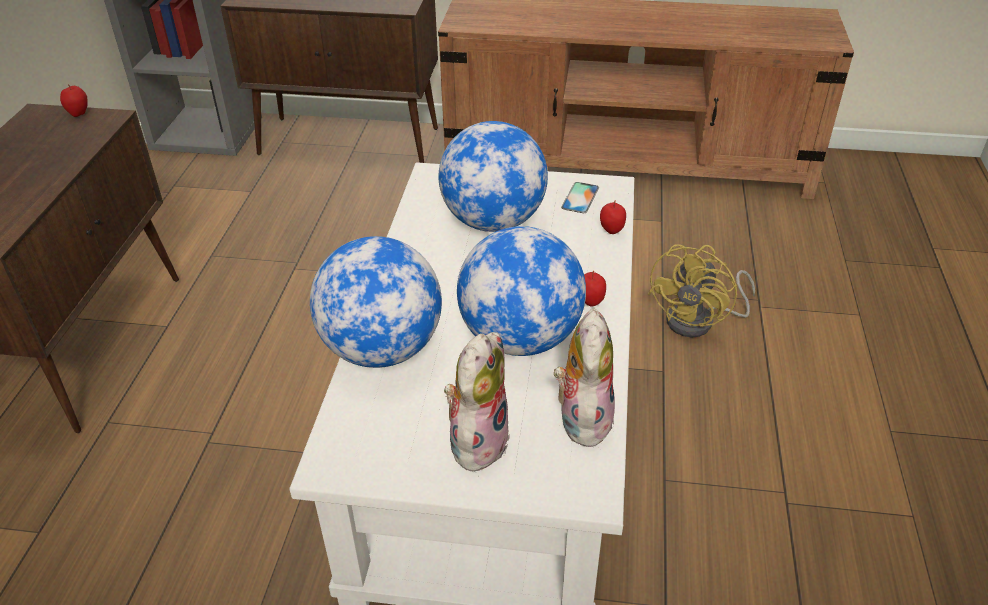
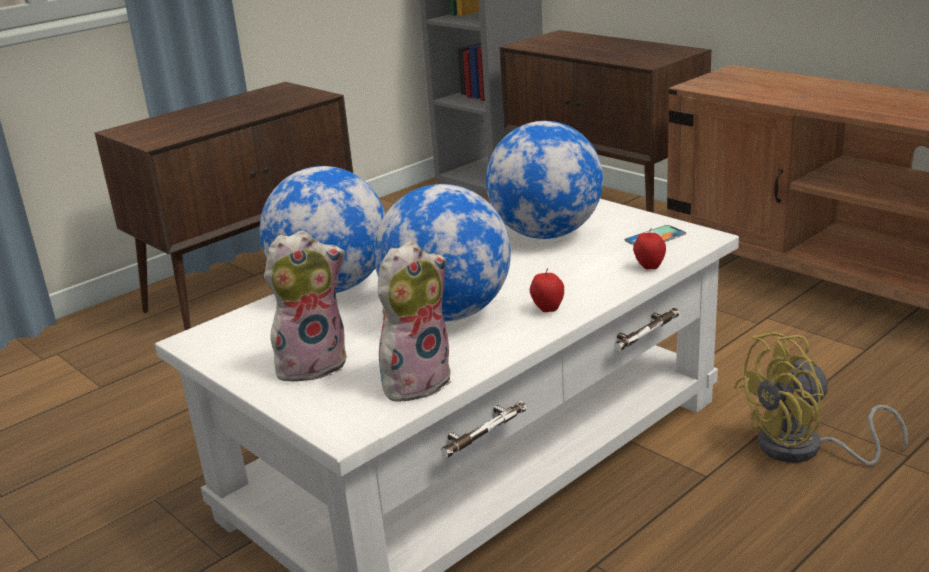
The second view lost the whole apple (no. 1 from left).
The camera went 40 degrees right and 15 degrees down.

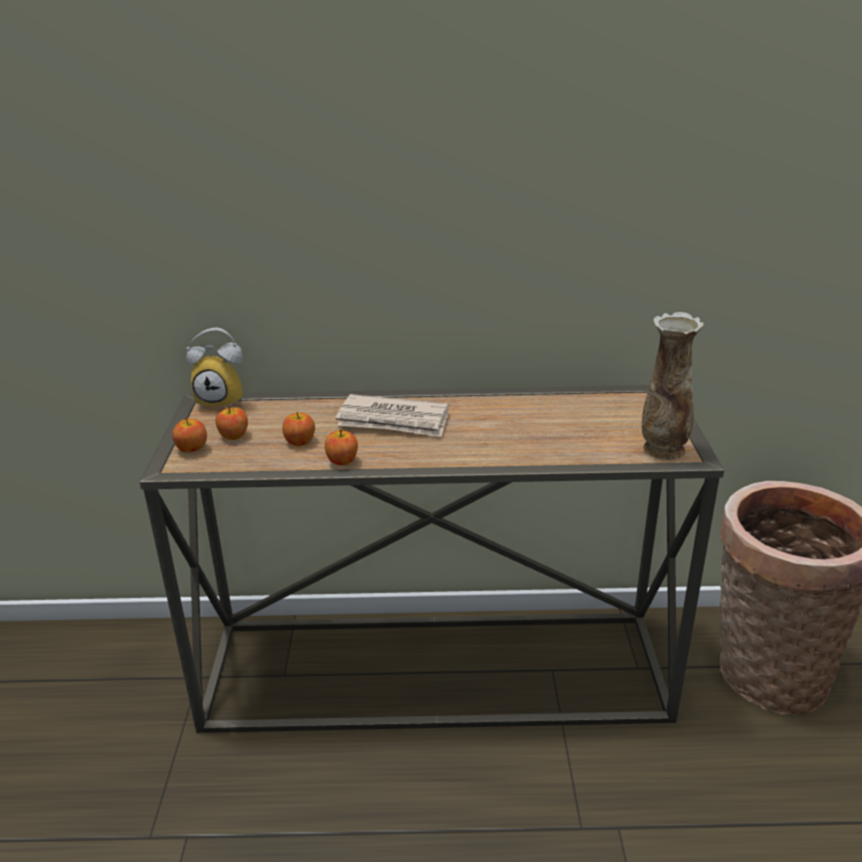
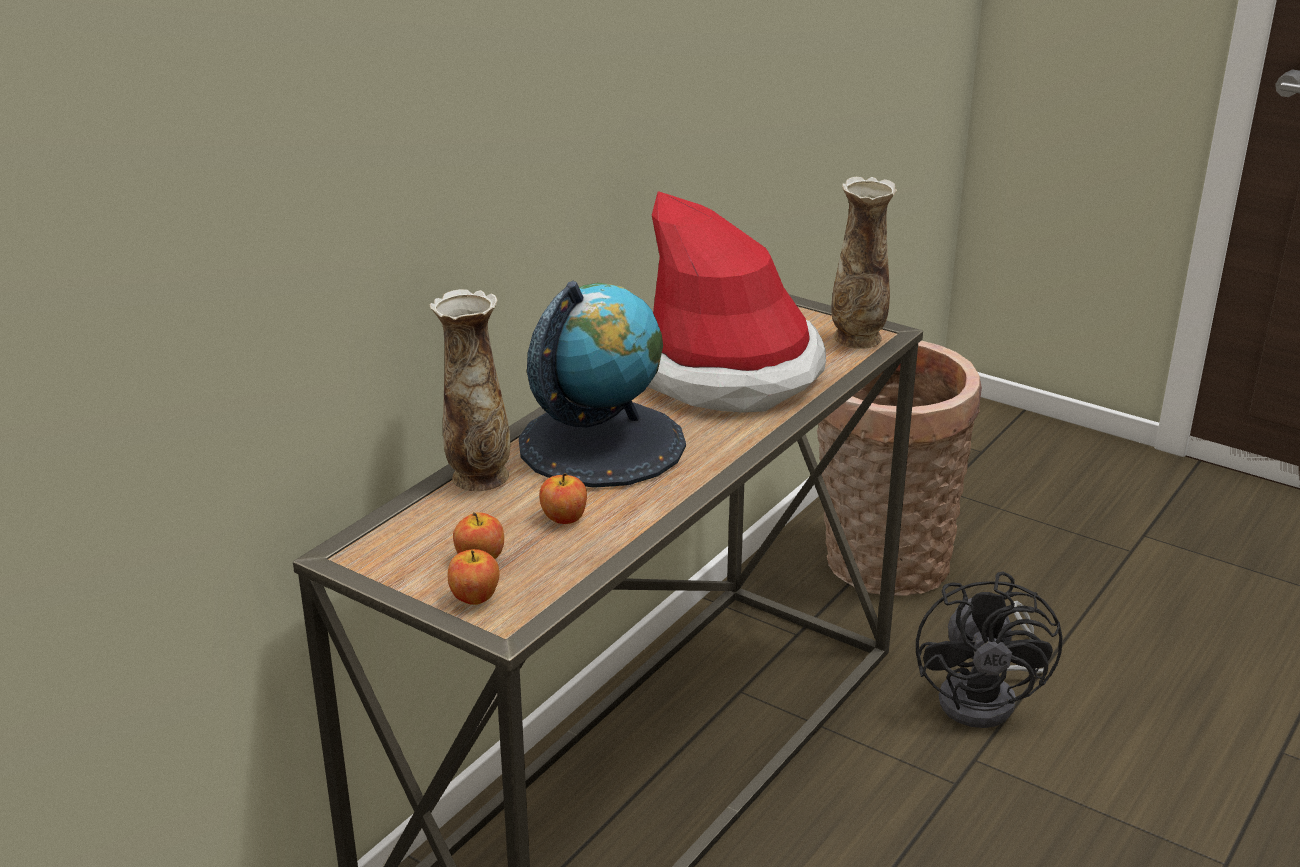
The second view lost the table clock.
Where the printed paper stood, the world globe came to stand.
The second view lost the whole apple (no. 4 from left).
The second view gained the hat.
The second view gained the decorative vase (no. 1 from left).
The second view gained the electric fan in black.
The camera went 55 degrees left and 0 degrees up.

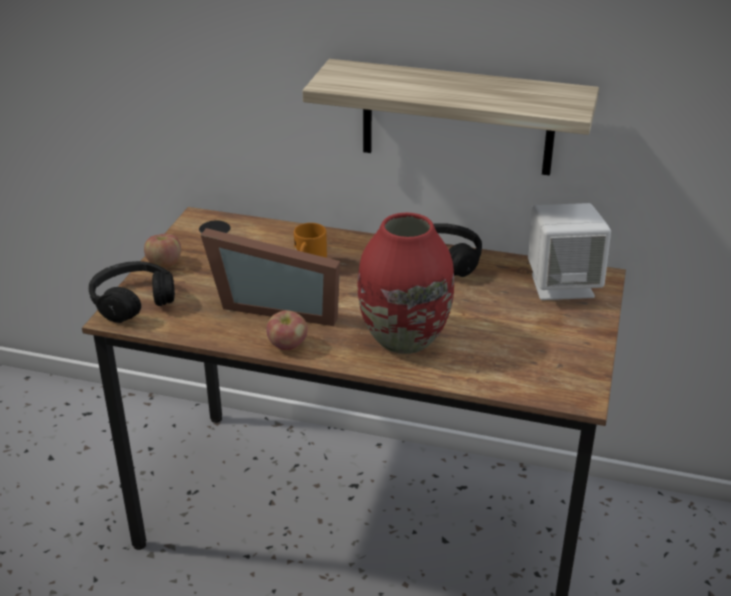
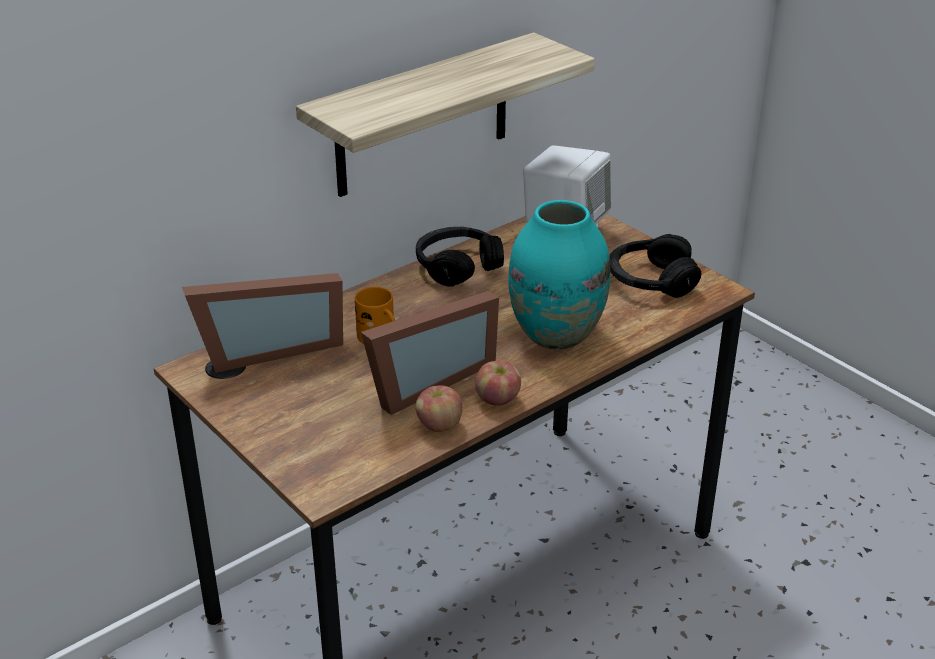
What was the decorative vase in red-coloured turned into the decorative vase in turquoise-coloured.
The whole apple (no. 1 from left) ended up elsewhere.
The headphones in black (no. 1 from left in the first image) ended up elsewhere.
The second view gained the standing frame (no. 1 from left).
The camera went 55 degrees left and 0 degrees up.

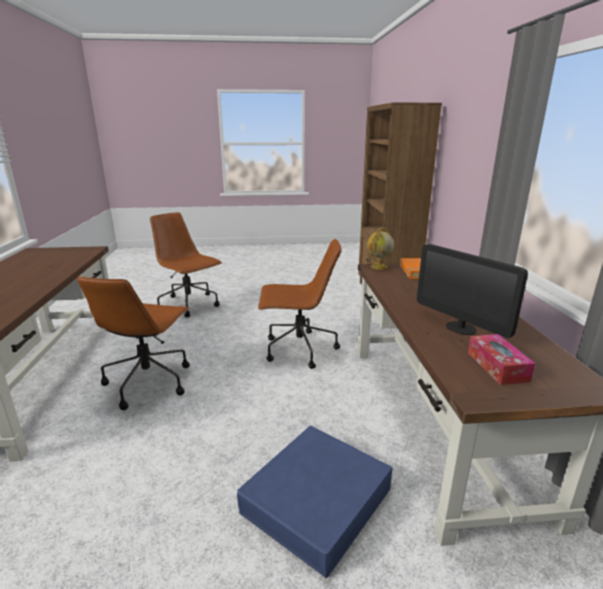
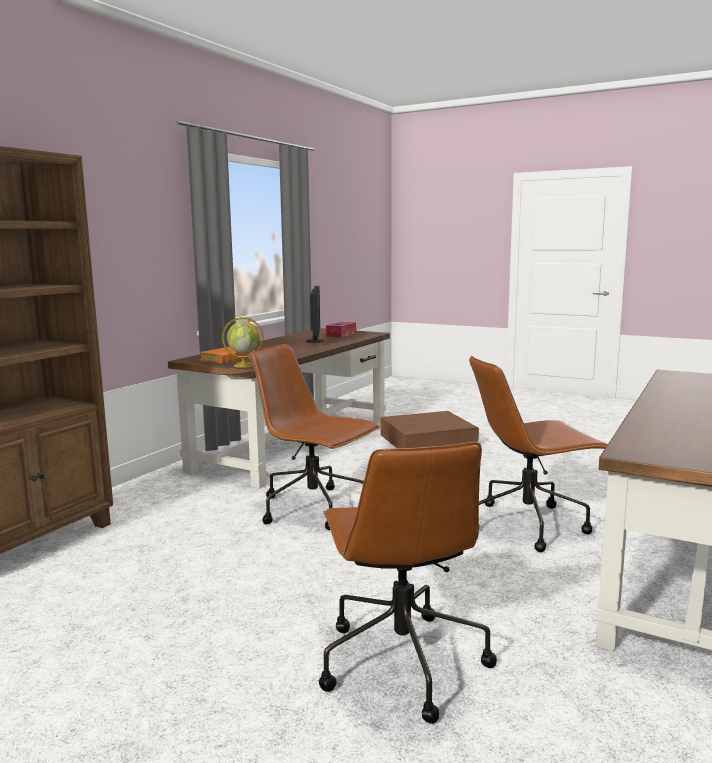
The computer chair in brown (no. 1 from left in the first image) ended up facing another way, 150 degrees counterclockwise from before.
What was the storage bin in blue-coloured turned into the storage bin in brown.
The camera went 145 degrees left and 10 degrees down.

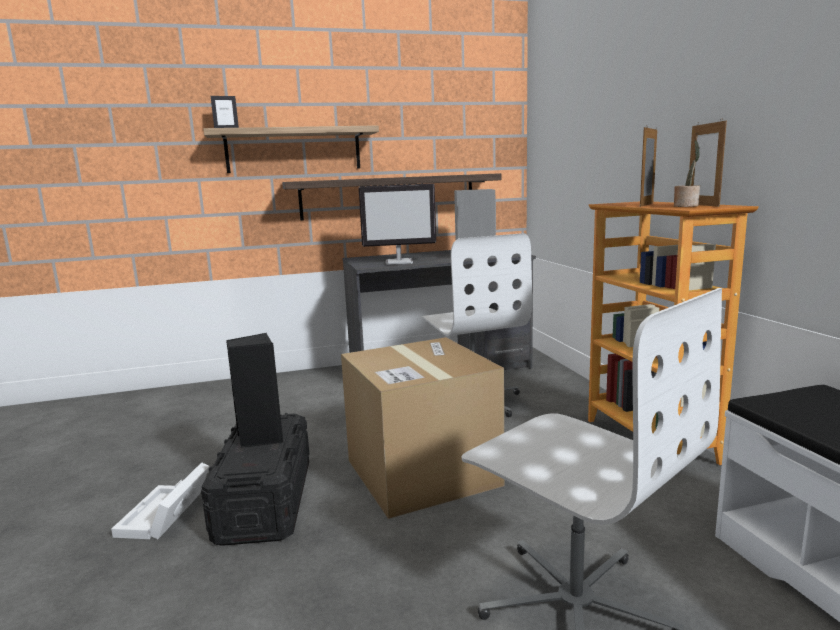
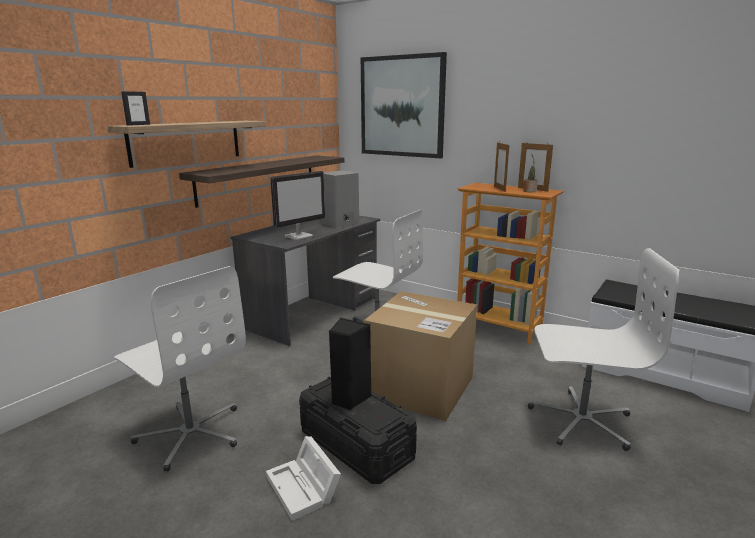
The second view gained the wall picture.
The second view gained the computer chair in white-coloured (no. 1 from left).
The camera went 40 degrees left and 5 degrees up.

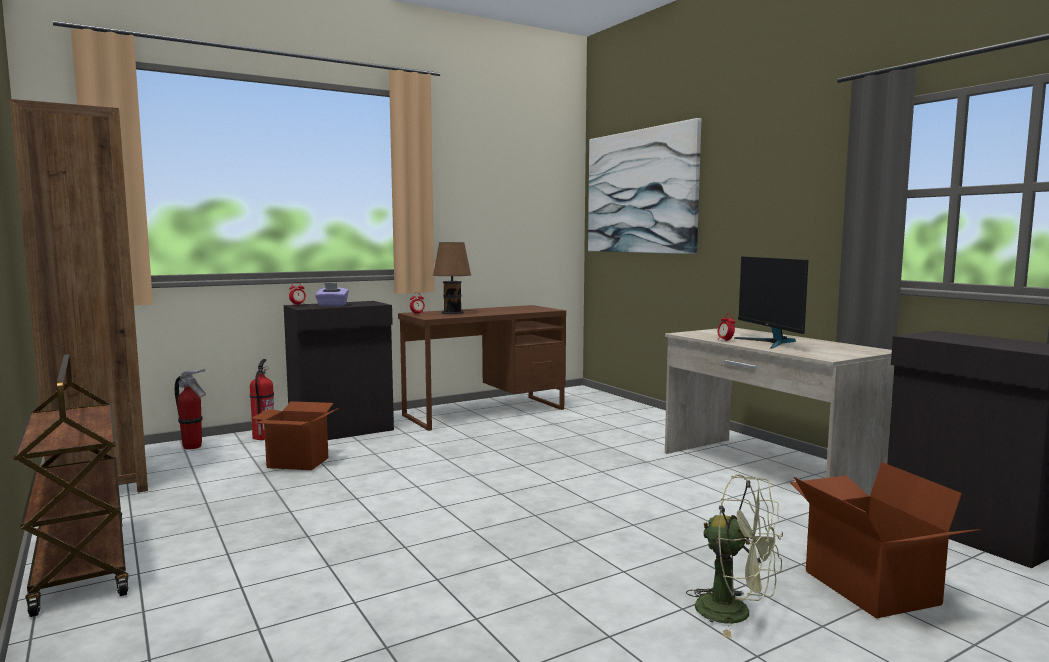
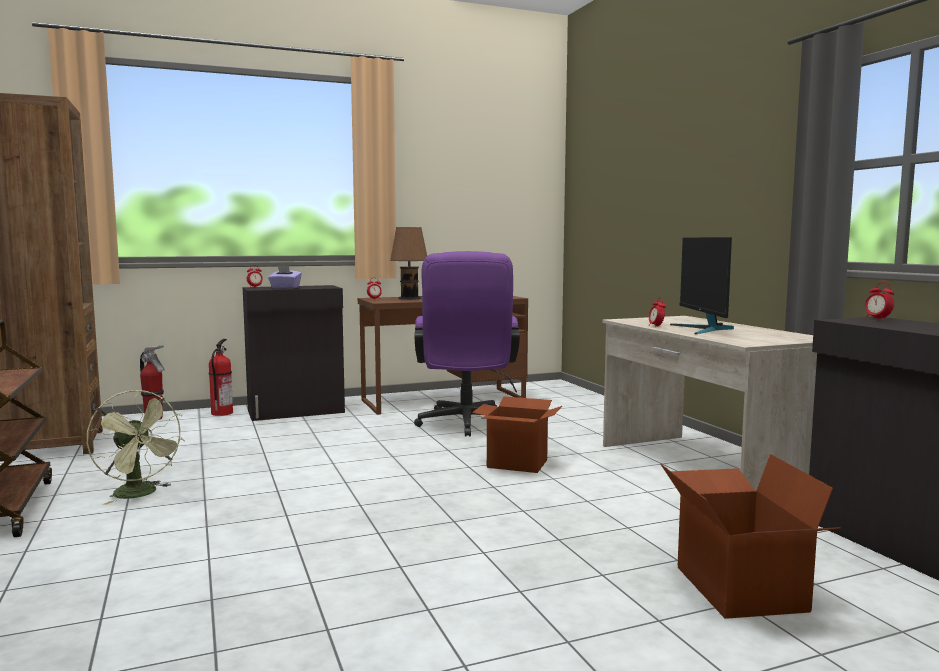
The second view lost the wall picture.
The cardboard box (no. 1 from left) ended up elsewhere.
The electric fan in green-coloured ended up elsewhere.
The second view gained the computer chair in purple-coloured.
The second view gained the table clock (no. 4 from left).
The camera went 10 degrees right and 0 degrees up.

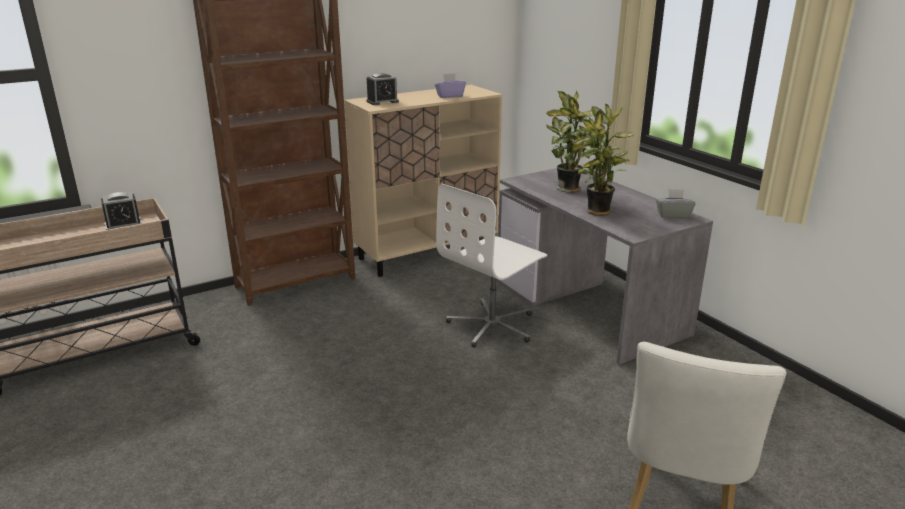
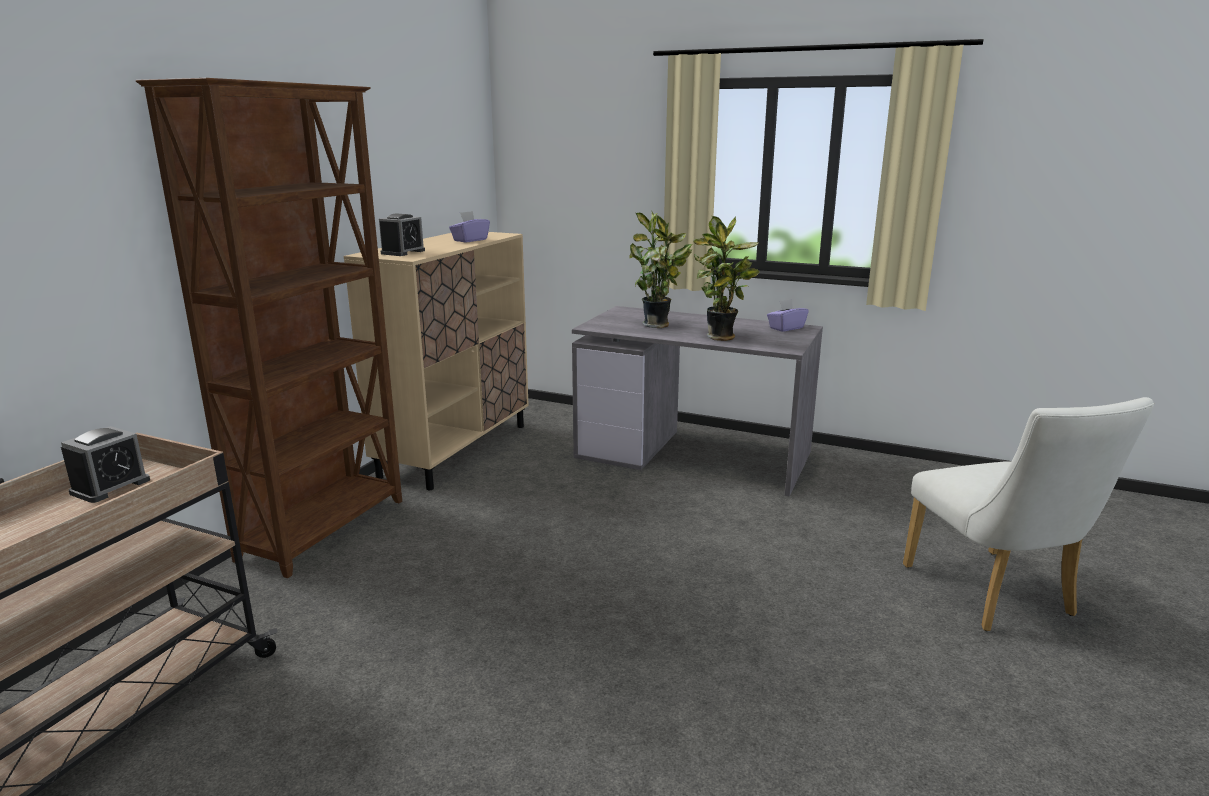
The second view lost the computer chair in white-coloured.
What was the box of tissues in grey turned into the box of tissues in purple-coloured (no. 2 from left).
The camera went 35 degrees left and 5 degrees down.

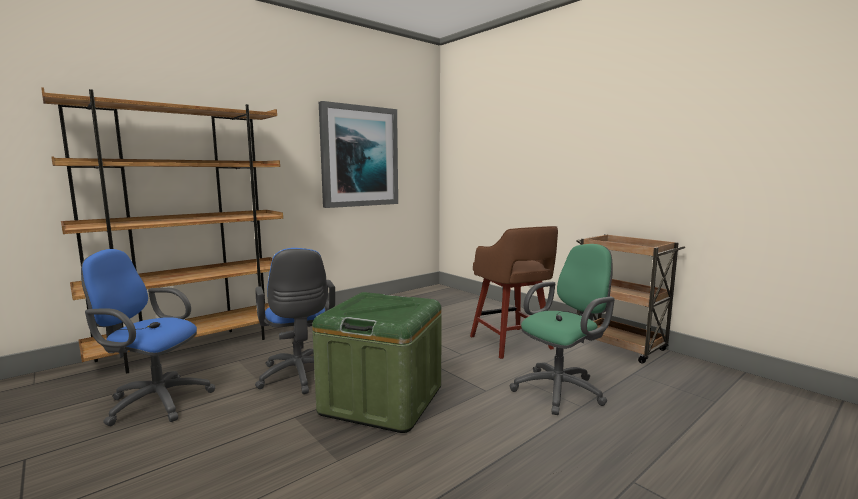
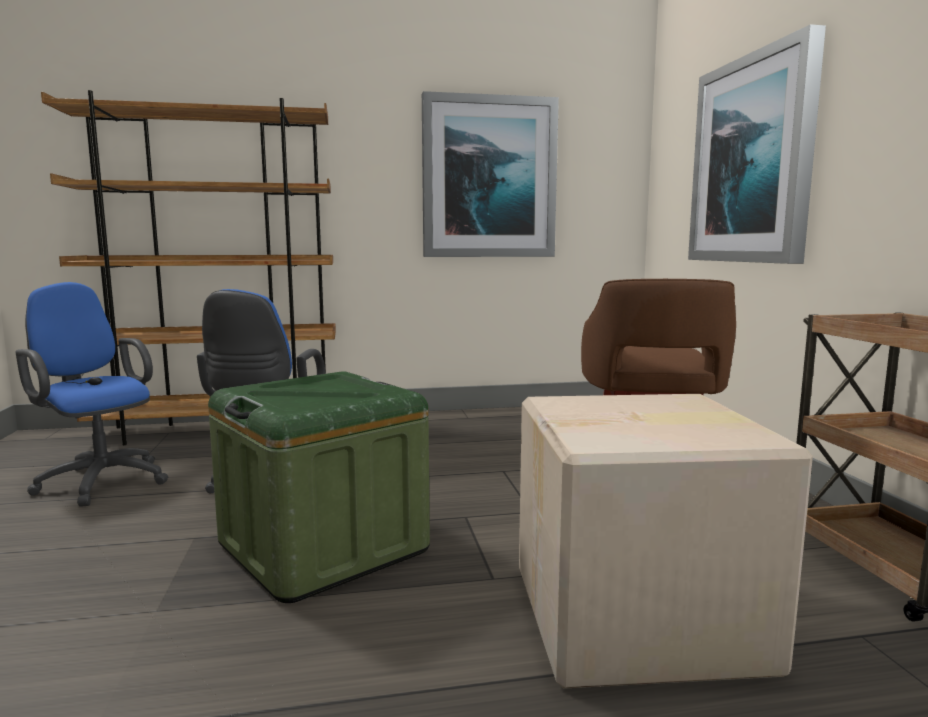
Where the computer chair in green-coloured stood, the cardboard box came to stand.
The second view gained the wall picture (no. 2 from left).
The camera went 30 degrees right and 0 degrees up.

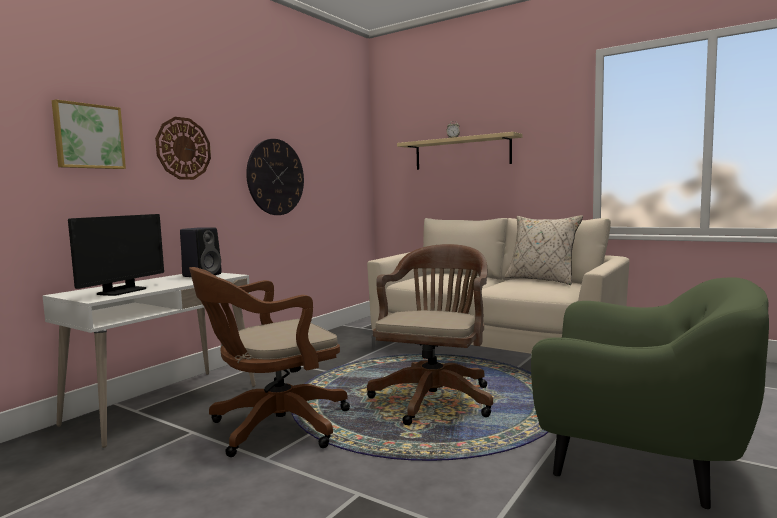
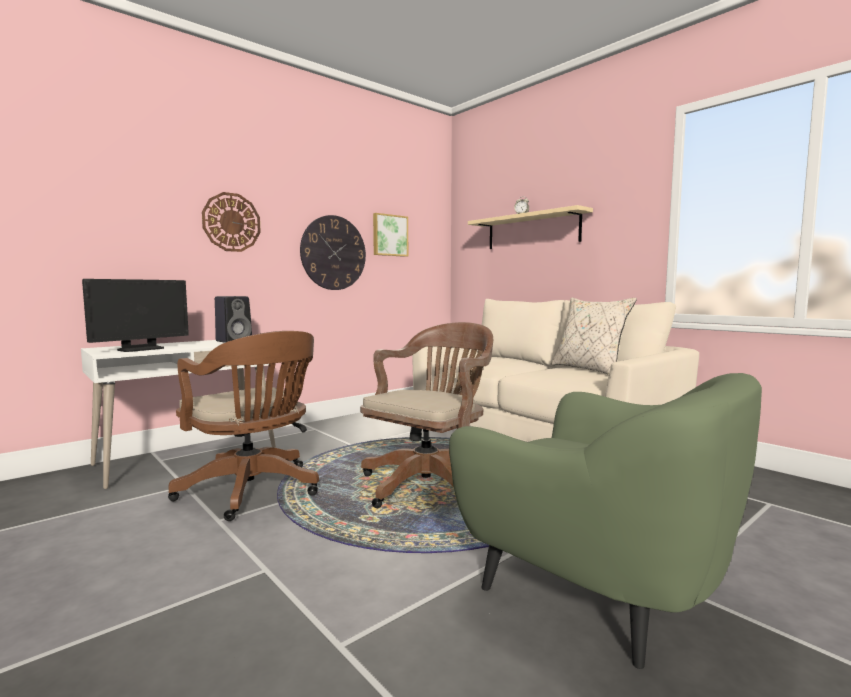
The wall picture ended up elsewhere.
The computer chair in brown (no. 1 from left) ended up facing another way, 120 degrees counterclockwise from before.
The camera went 15 degrees right and 0 degrees up.

